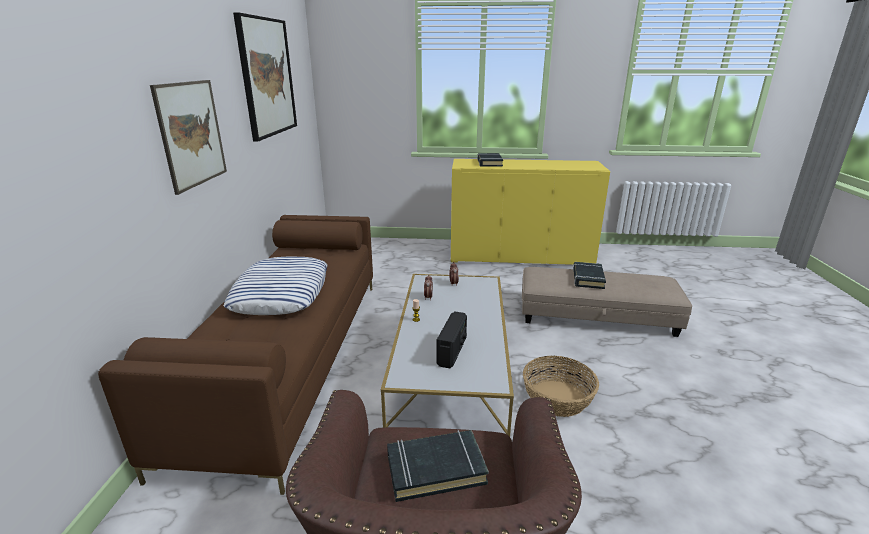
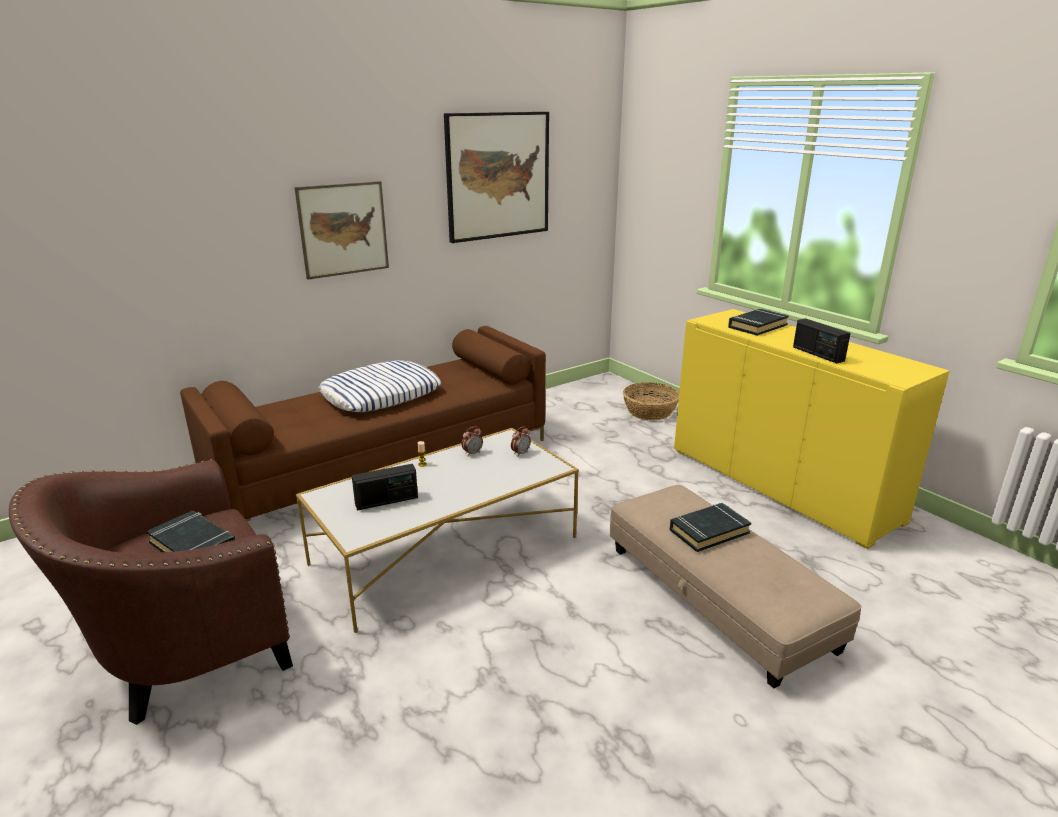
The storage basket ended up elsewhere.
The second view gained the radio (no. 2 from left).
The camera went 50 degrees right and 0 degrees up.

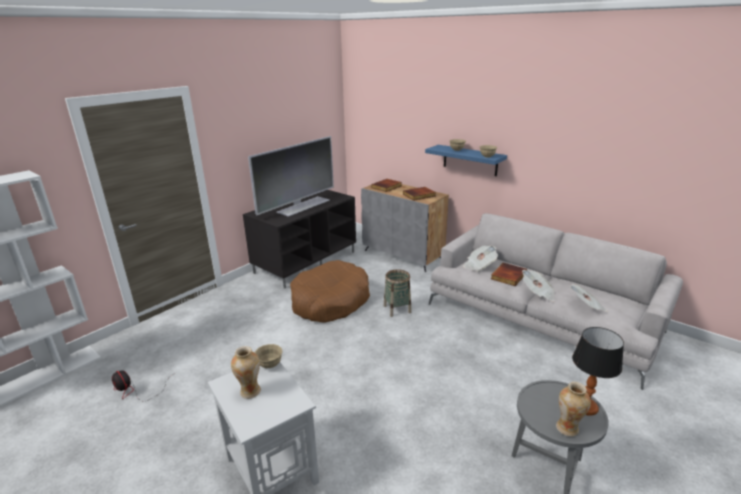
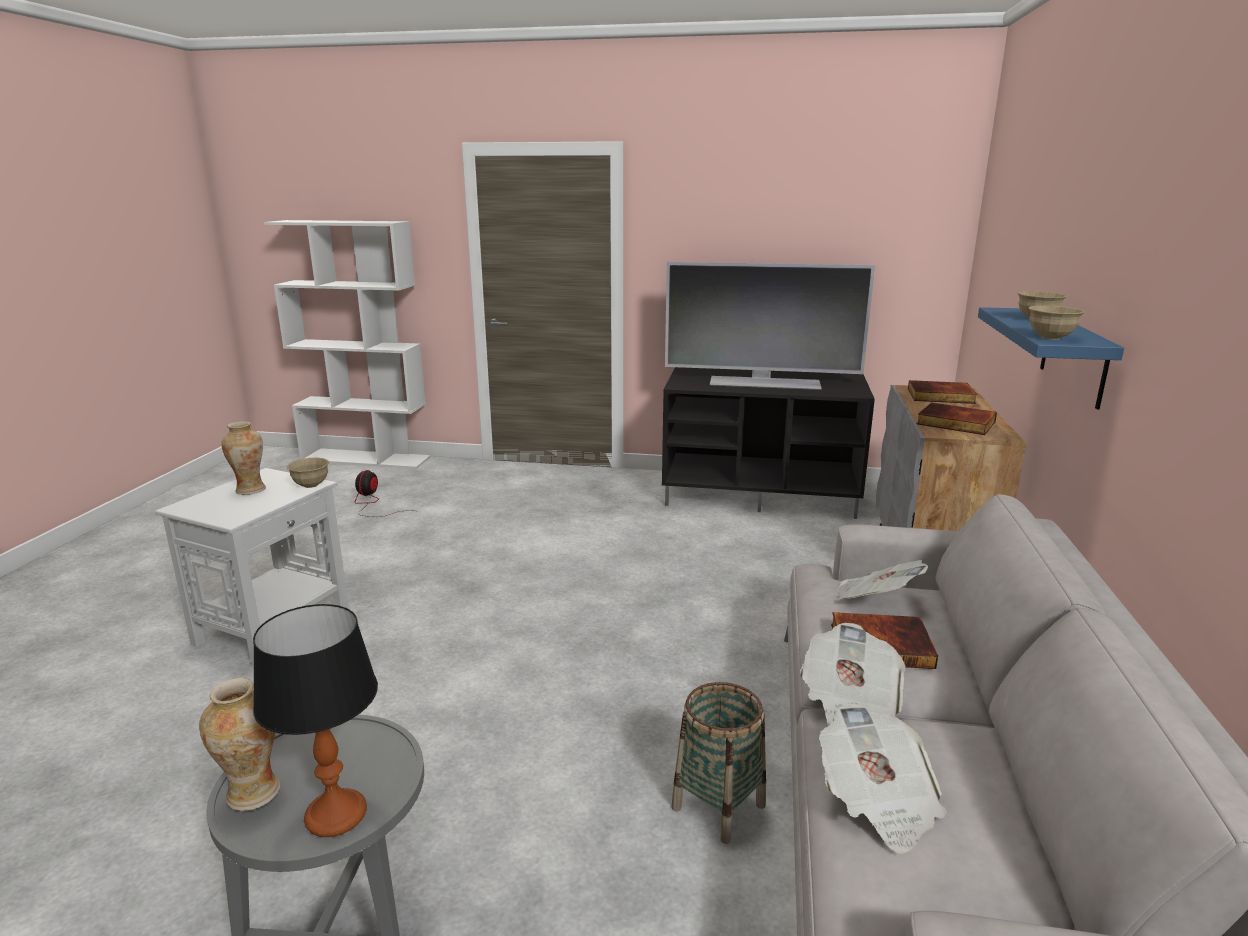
The second view lost the dog bed in brown.
The storage basket ended up elsewhere.
The camera went 60 degrees right and 5 degrees down.

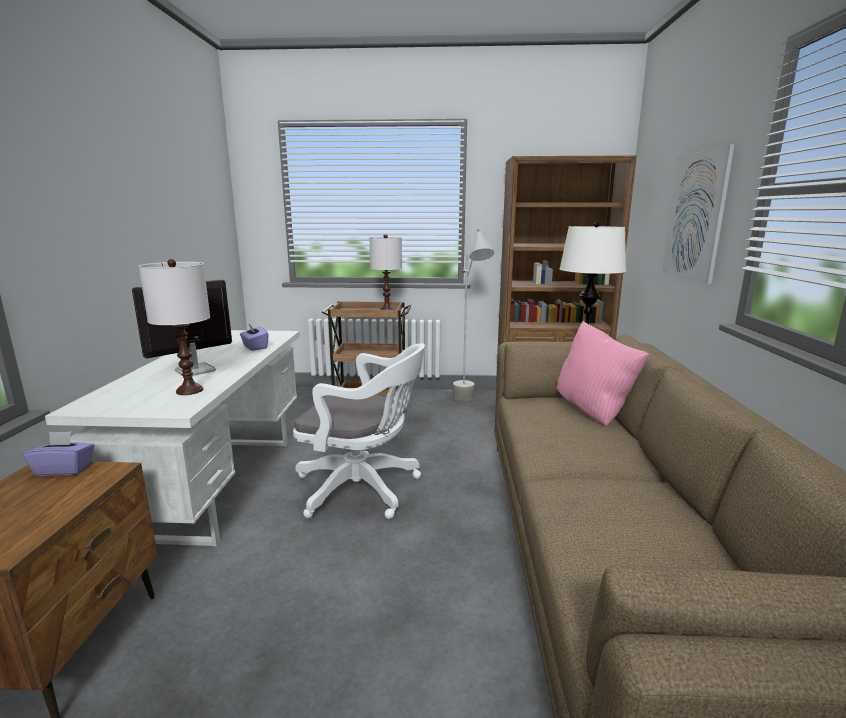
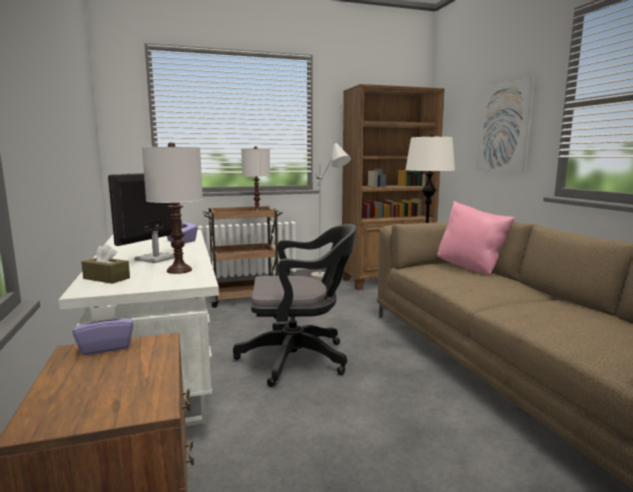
What was the computer chair in white-coloured turned into the computer chair in black.
The second view gained the box of tissues in brown.
The camera went 20 degrees left and 5 degrees down.

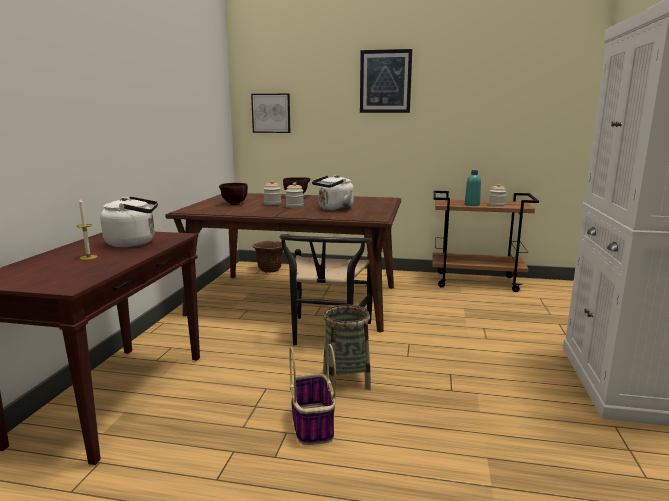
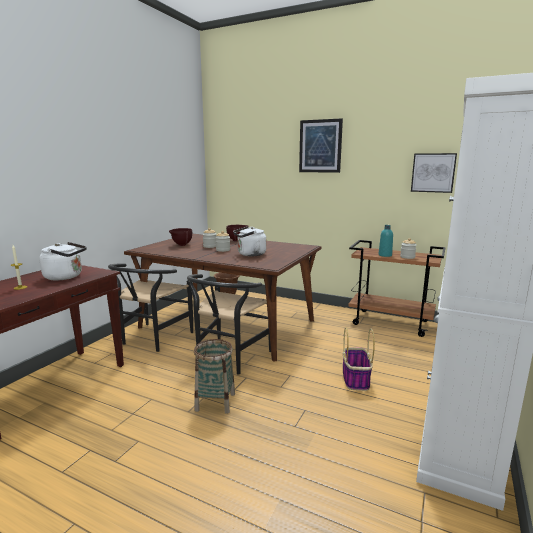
The wall picture (no. 1 from left in the first image) ended up elsewhere.
The storage basket (no. 1 from left in the first image) ended up elsewhere.
The second view gained the upright chair in black (no. 1 from left).
The camera went 15 degrees right and 0 degrees up.

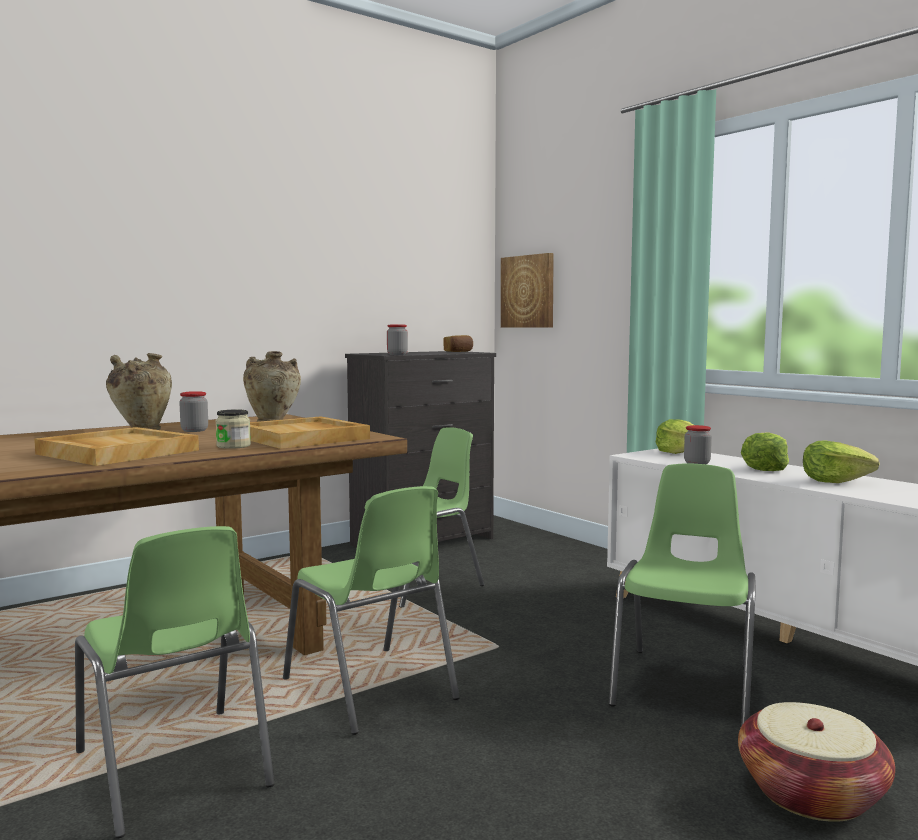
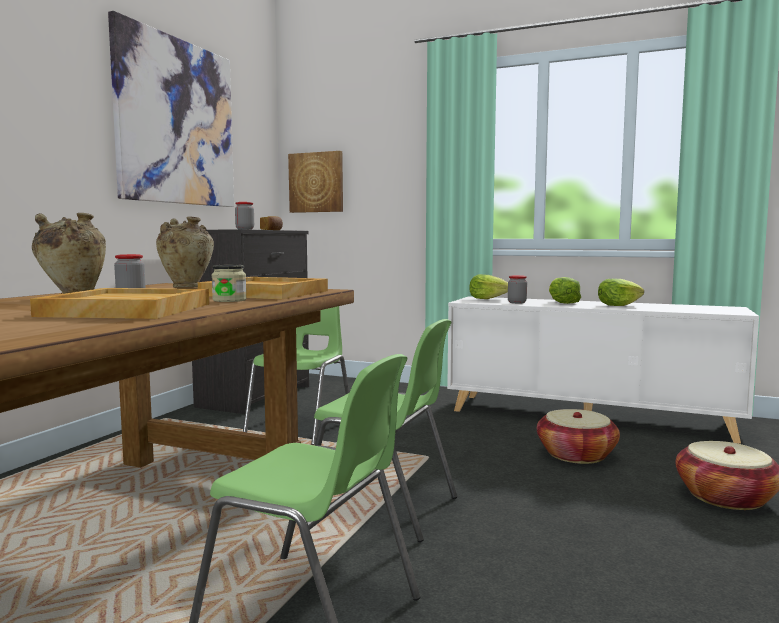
Where the upright chair in green-coloured (no. 4 from left) stood, the storage basket (no. 1 from left) came to stand.
The second view gained the wall picture (no. 1 from left).
The camera went 30 degrees left and 0 degrees up.

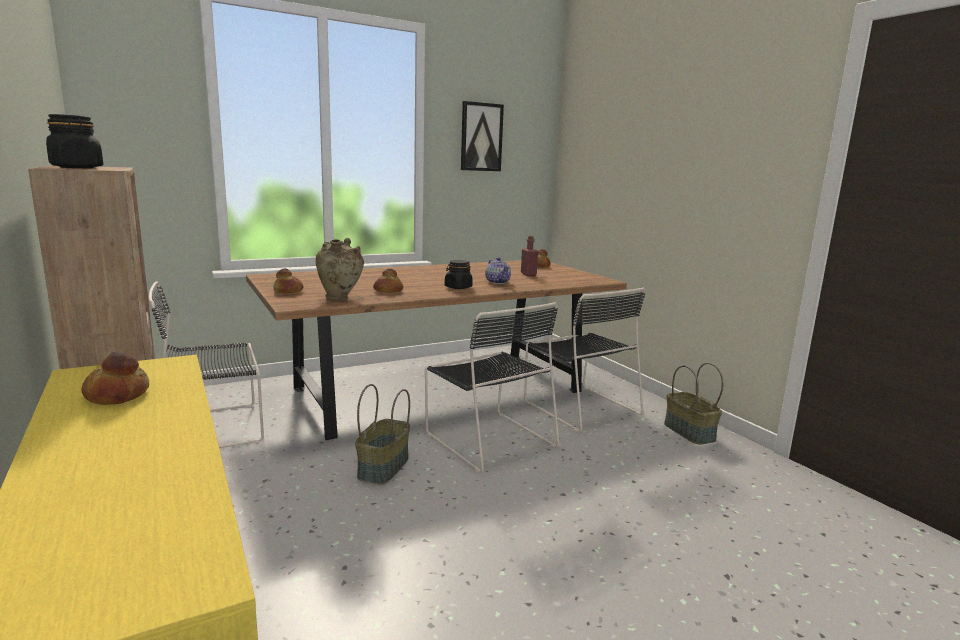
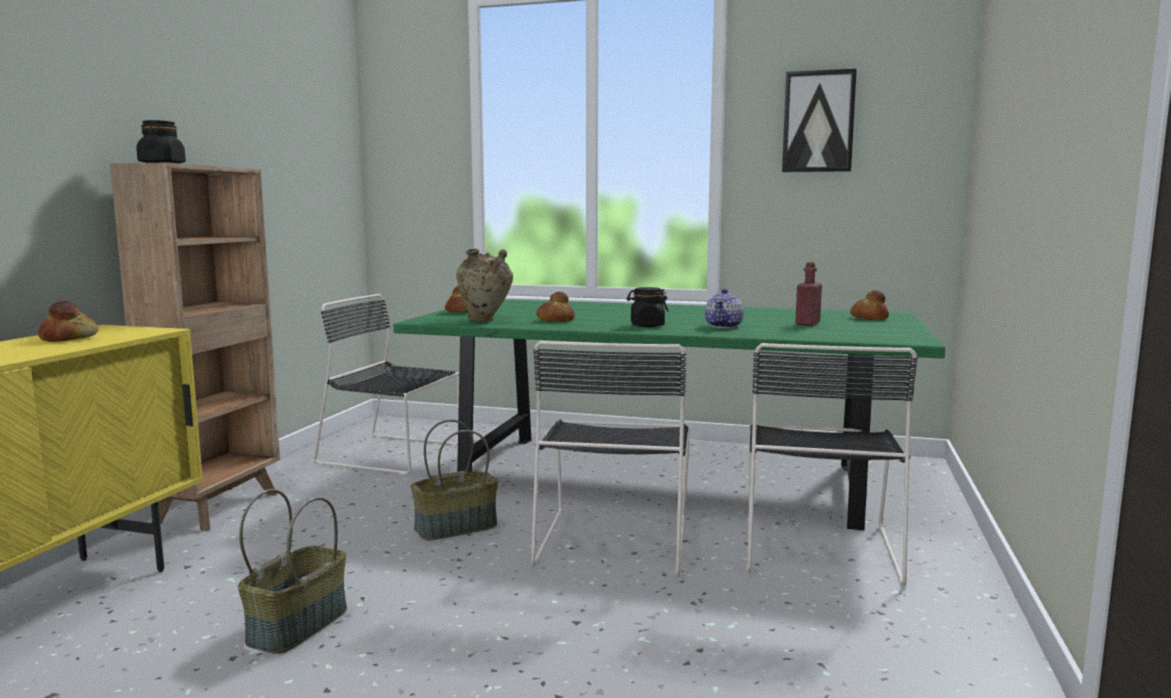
What was the dinner table in brown turned into the dinner table in green-coloured.
The storage basket (no. 2 from left in the first image) ended up elsewhere.
The camera went 45 degrees right and 5 degrees down.

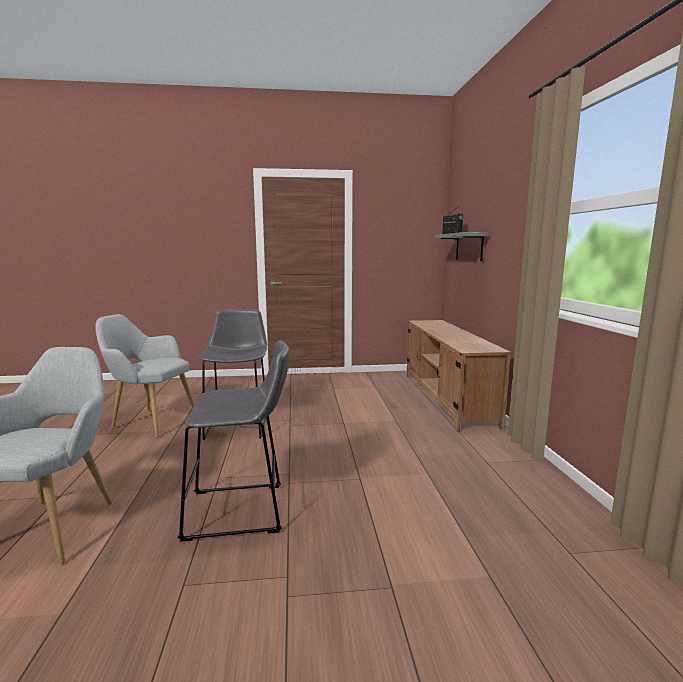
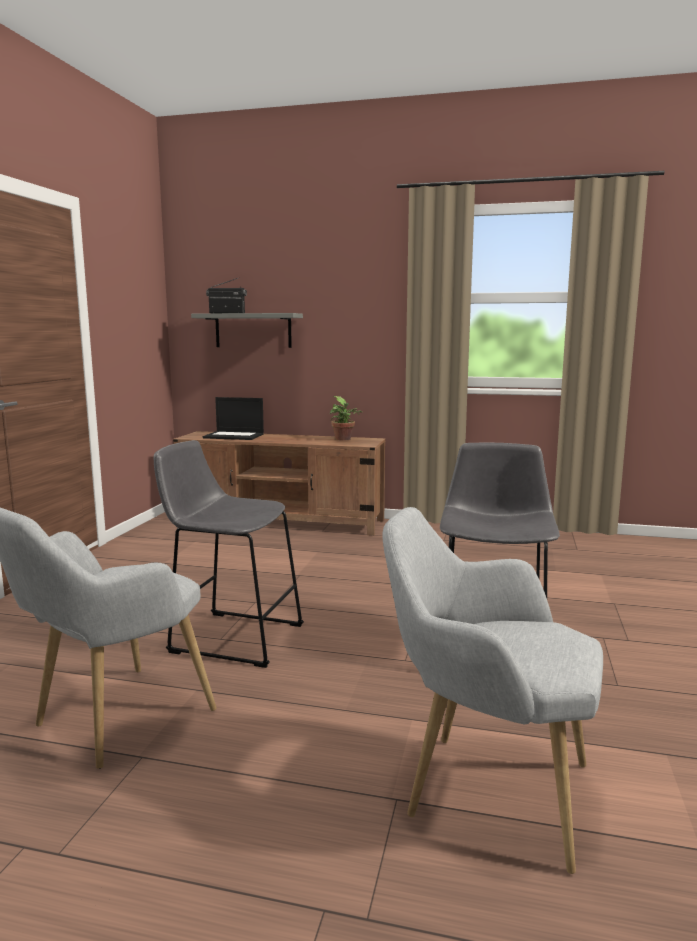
The second view gained the potted plant.
The second view gained the laptop.
The camera went 70 degrees left and 0 degrees up.

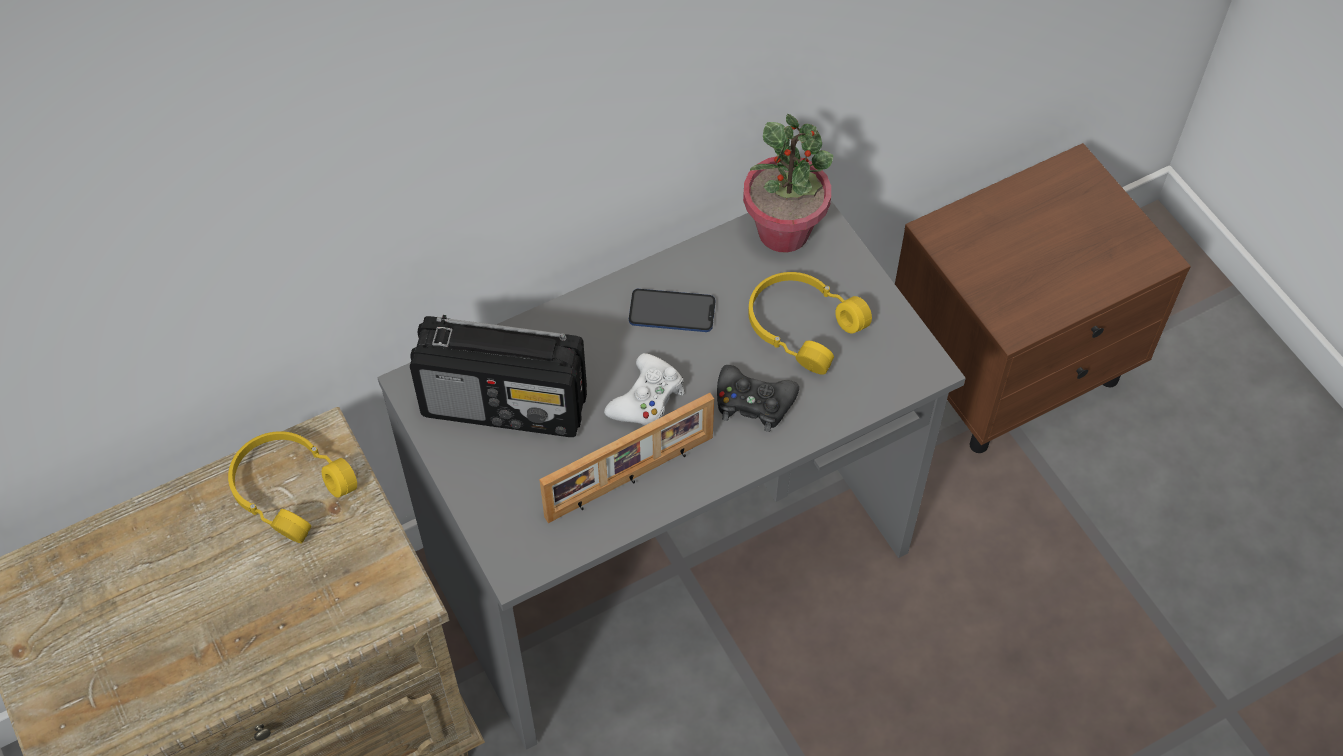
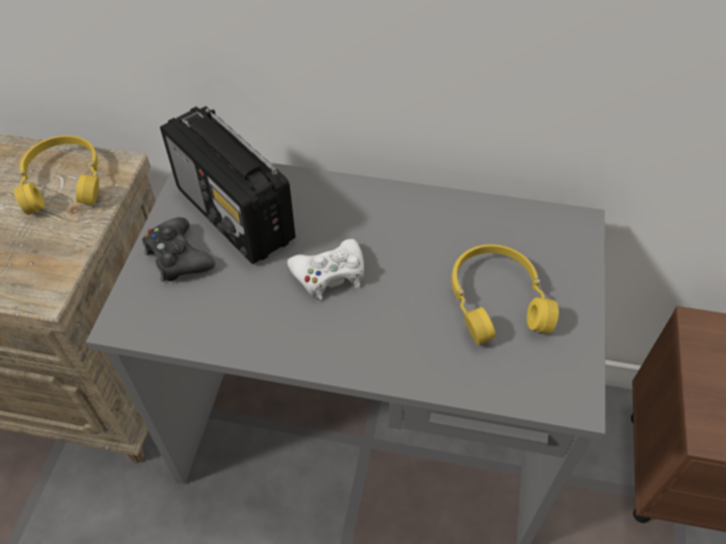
The second view lost the potted plant.
The second view lost the handset.
The game controller in black ended up elsewhere.
The second view lost the standing frame.
The camera went 40 degrees right and 5 degrees down.

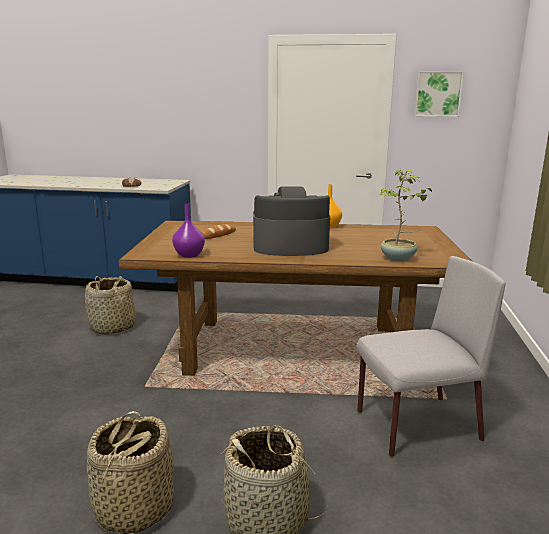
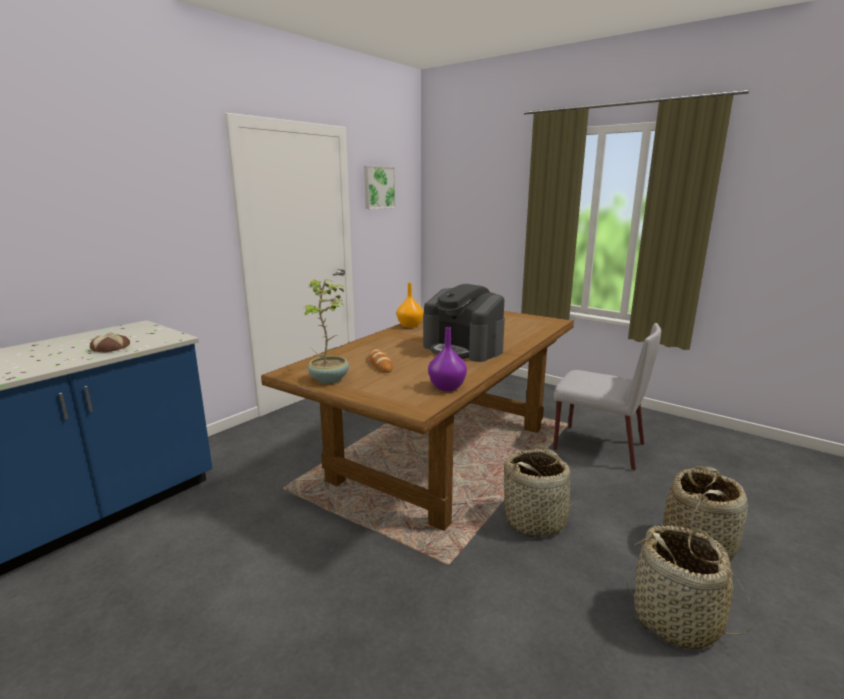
The potted plant ended up elsewhere.
The coffee maker ended up facing another way, 75 degrees counterclockwise from before.
The upright chair in grey ended up facing another way, 105 degrees clockwise from before.
The storage basket (no. 1 from left) ended up elsewhere.
The camera went 60 degrees left and 0 degrees up.

